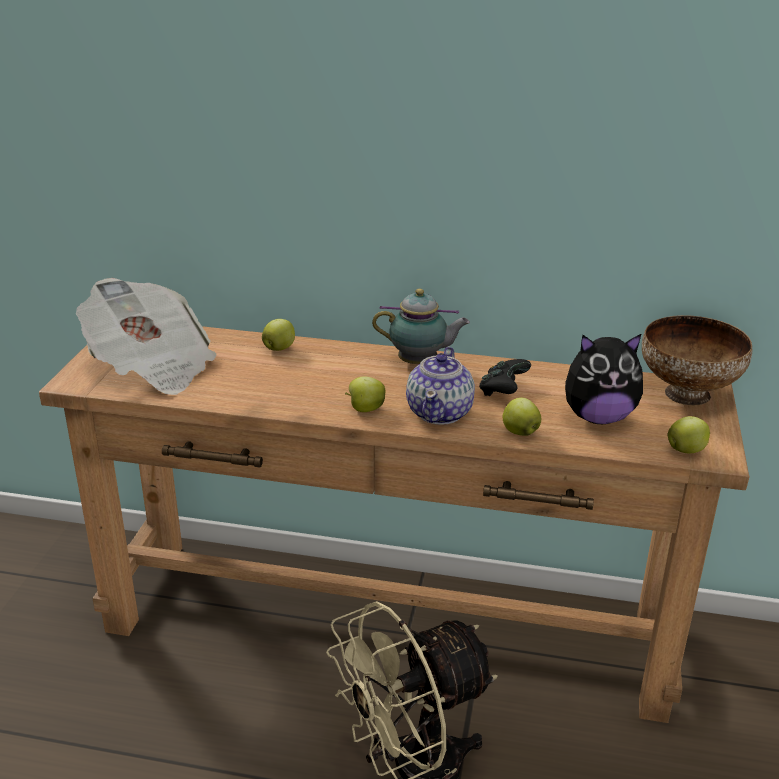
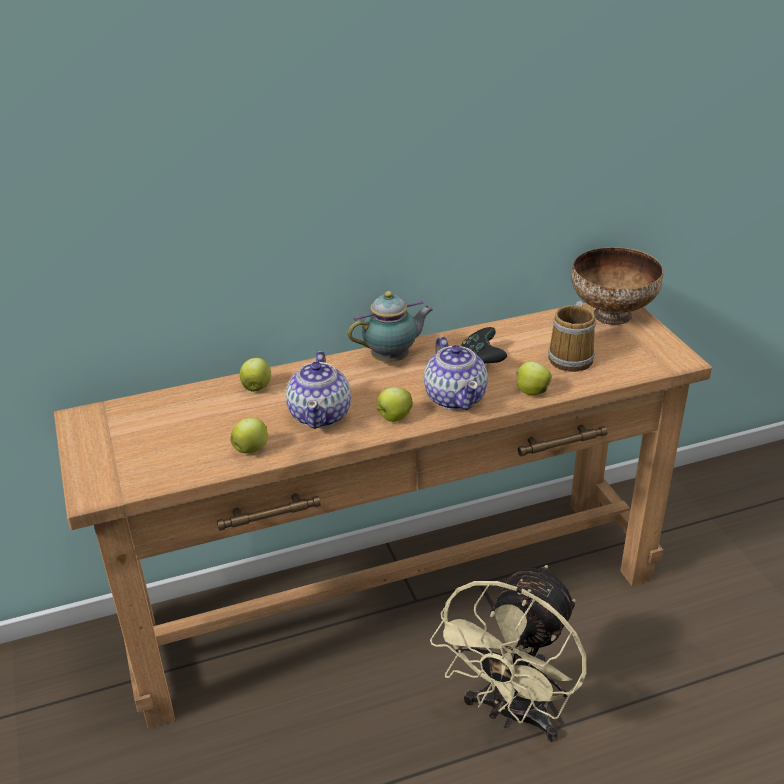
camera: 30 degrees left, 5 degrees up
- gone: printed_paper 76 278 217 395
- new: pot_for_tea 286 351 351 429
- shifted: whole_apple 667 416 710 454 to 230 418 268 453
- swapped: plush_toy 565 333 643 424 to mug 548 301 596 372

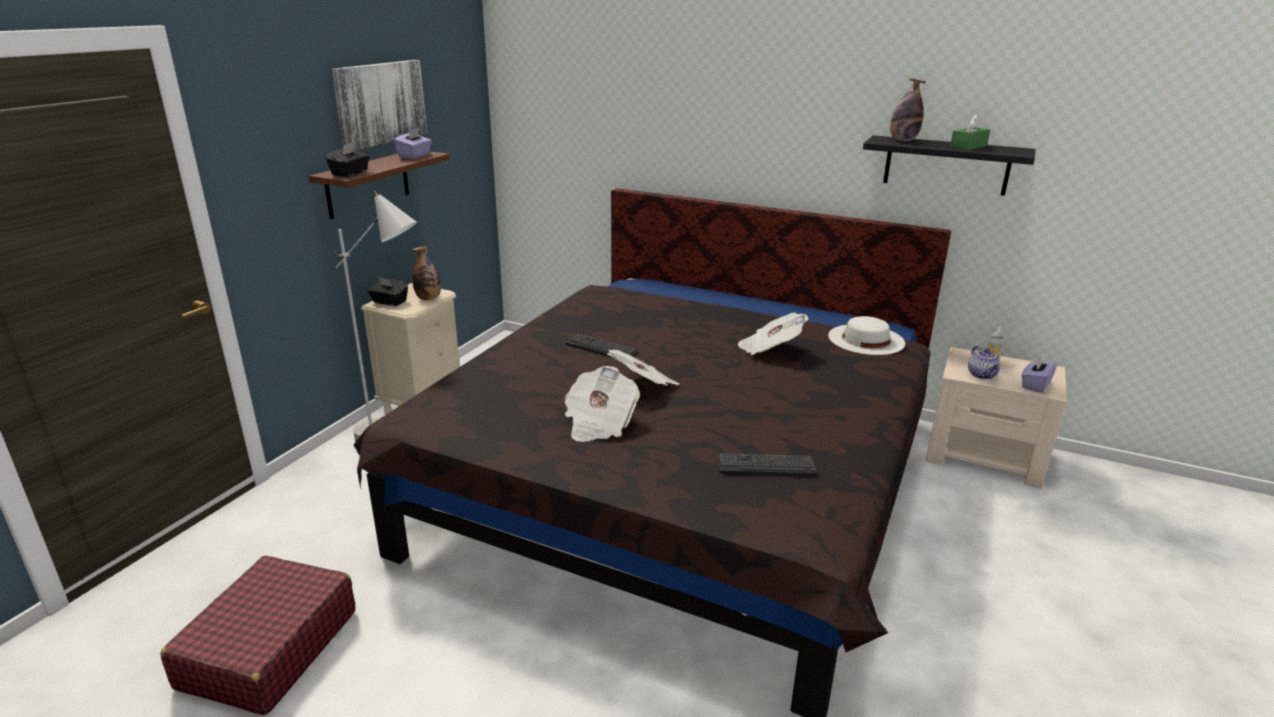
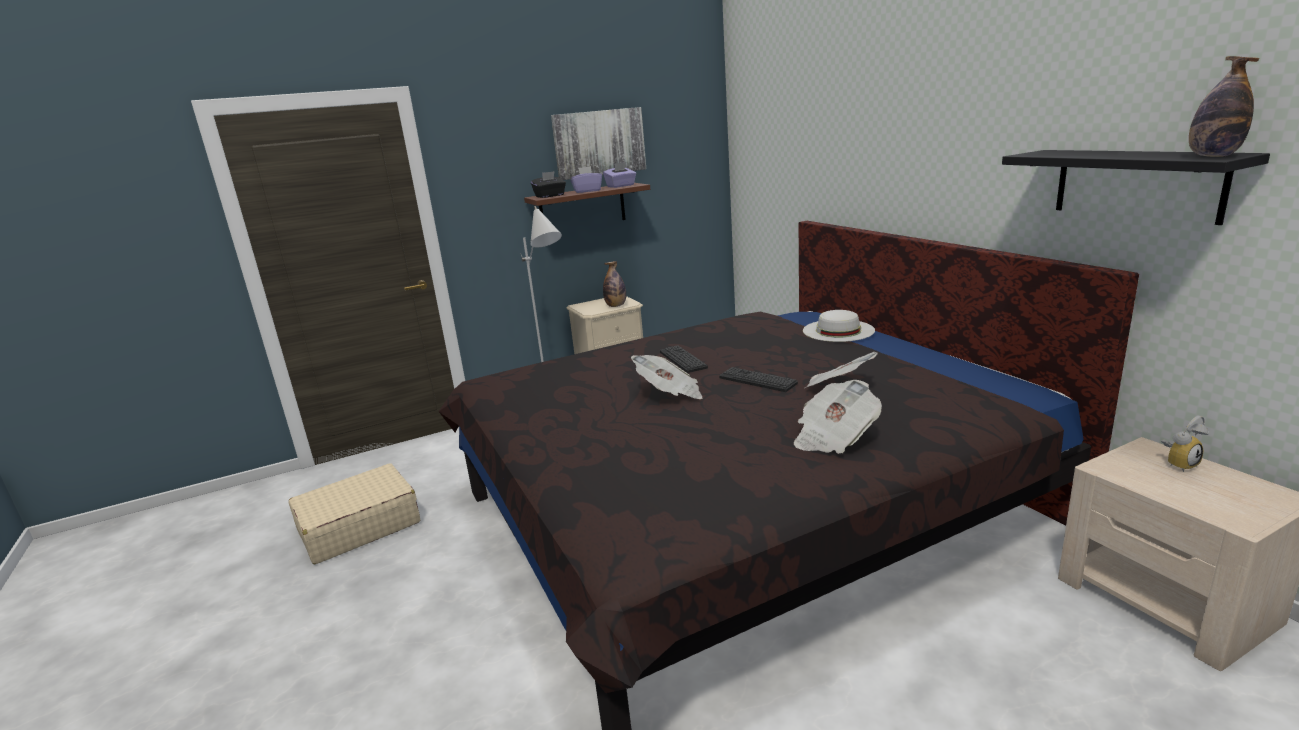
camera: 40 degrees right, 5 degrees down
- gone: black_box_of_tissues 368 277 408 306
- gone: green-coloured_box_of_tissues 950 113 990 150
- gone: pot_for_tea 968 346 1001 379
- shifted: printed_paper 564 366 640 442 to 794 380 882 454
- shifted: computer_keyboard 718 453 817 476 to 719 367 798 392
- shifted: whitish_wearable_hat 828 316 905 355 to 803 310 875 342
- shifted: drink_bottle 890 78 926 141 to 1189 56 1259 157
- shifted: purplish_box_of_tissues 1022 355 1057 393 to 571 166 602 193
- repainted: red-coloured_suitcase 160 555 355 715 to sand-coloured_suitcase 288 463 420 564

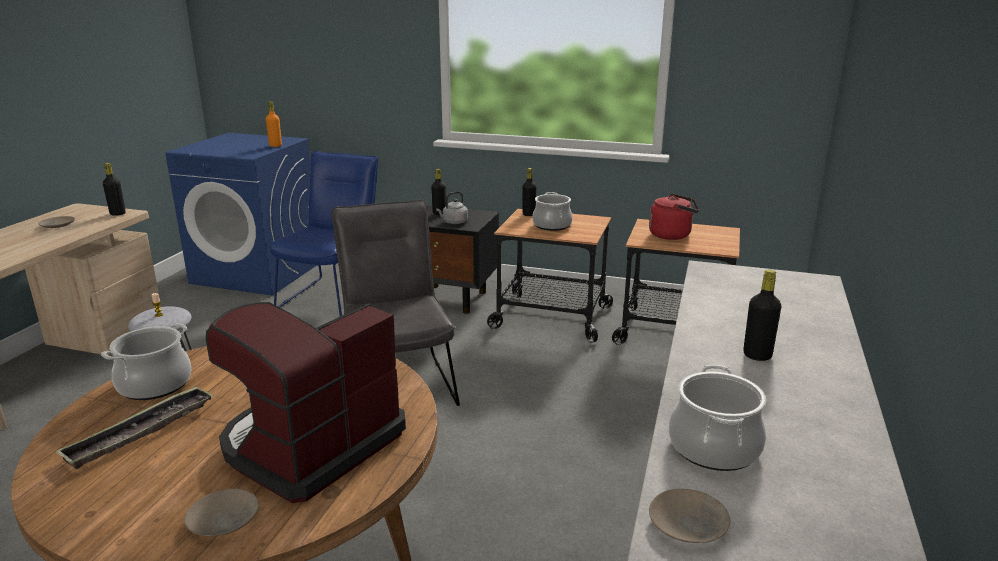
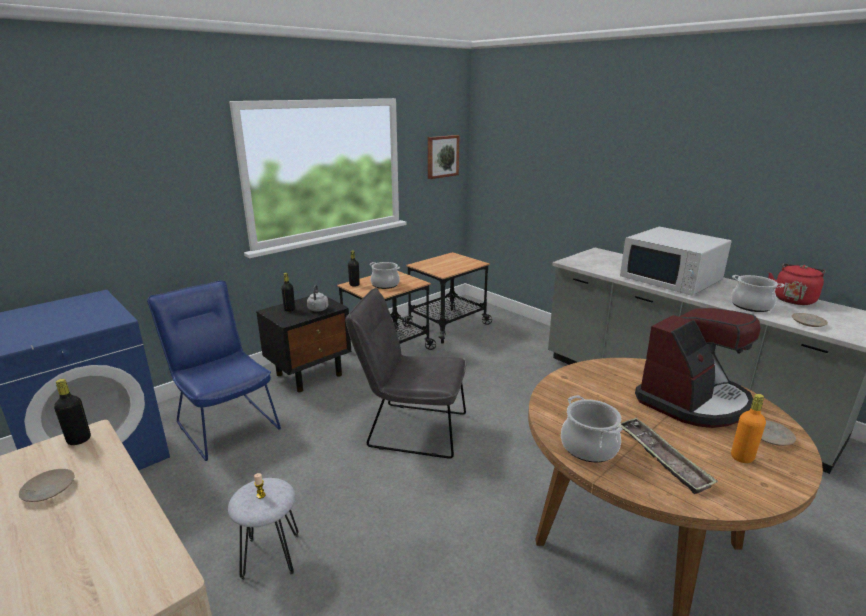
camera: 60 degrees left, 0 degrees up
- new: wall_picture 428 135 459 179
- shifted: orange-coloured_drink_bottle 266 102 282 147 to 731 394 766 463
- shifted: red-coloured_tea_kettle 649 193 699 240 to 768 263 826 305
- swapped: black_drink_bottle 743 270 781 361 to whitish_kitchen_microwave 620 227 732 296
- rotated: coffee_machine 206 302 406 503 = 635 308 761 428 105 degrees counterclockwise

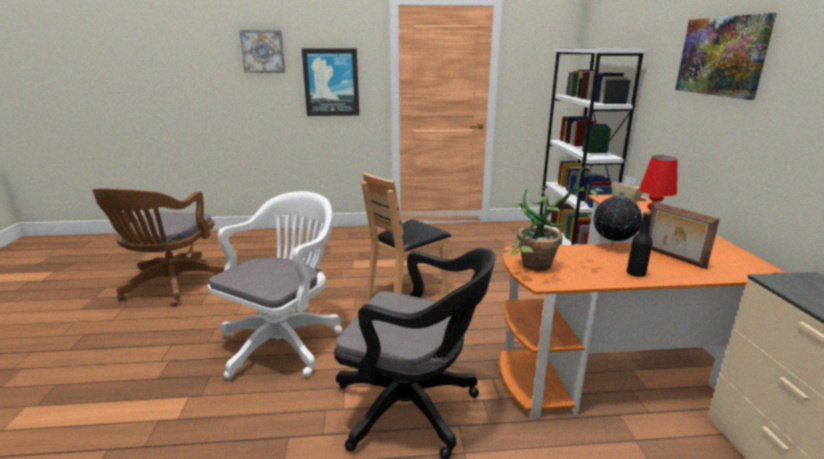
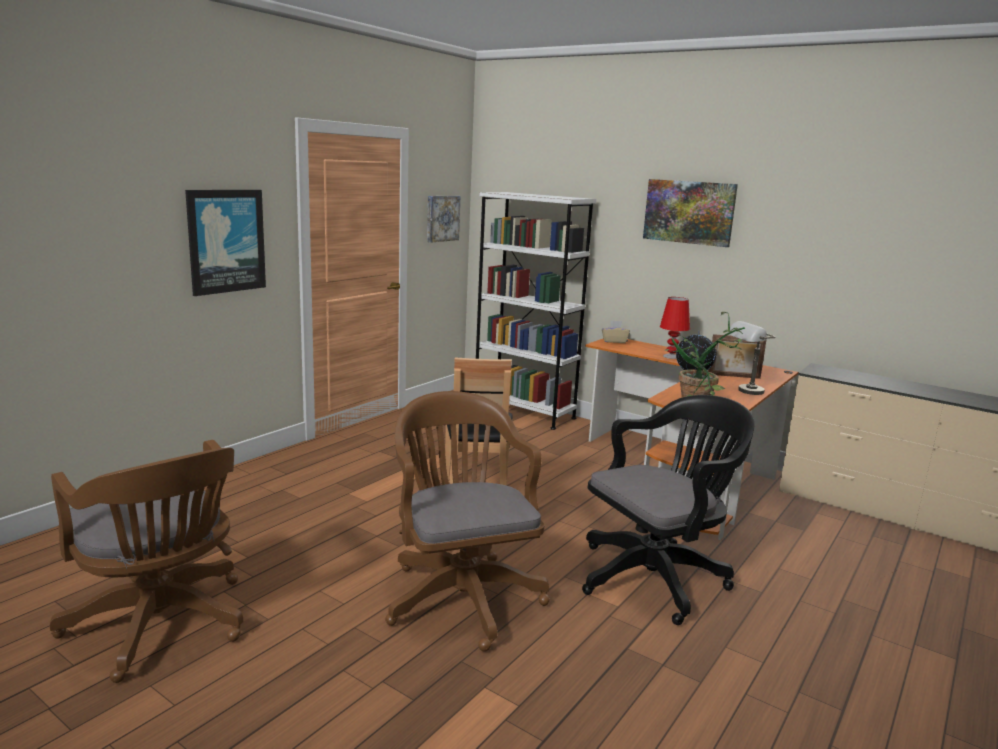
camera: 50 degrees left, 5 degrees down
- shifted: wall_picture 239 30 285 73 to 427 196 460 243
- swapped: black_drink_bottle 627 212 653 277 to greyish_tabletop_lamp 728 321 775 395
- repainted: whitish_computer_chair 208 191 343 379 to brown-coloured_computer_chair 385 391 550 652

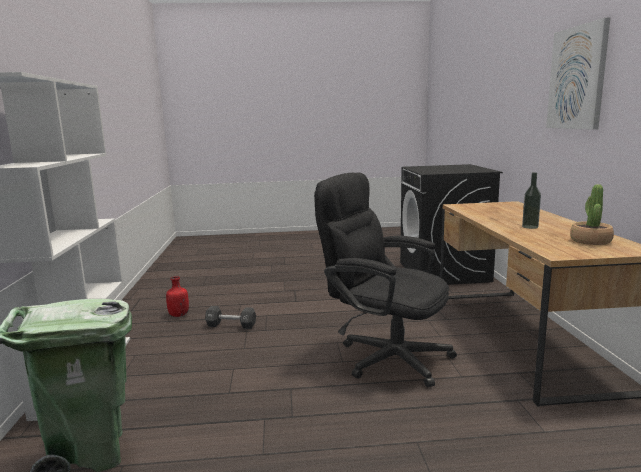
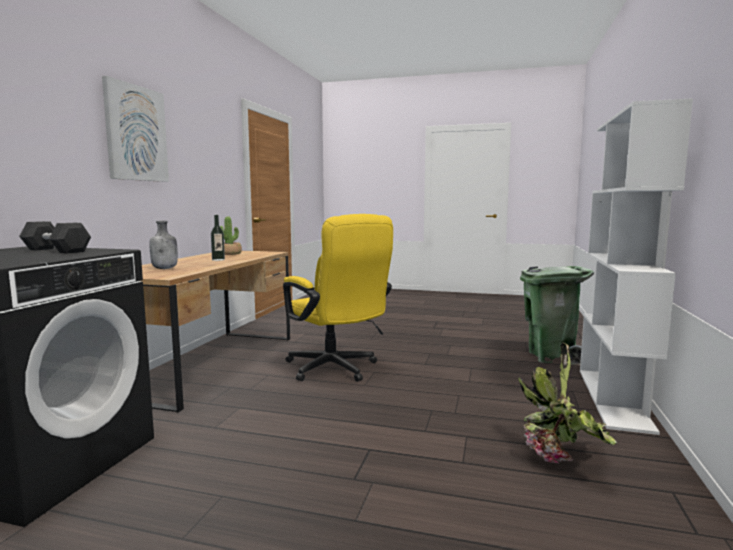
camera: 160 degrees left, 5 degrees down
- new: greyish_drink_bottle 150 221 178 269
- shifted: black_free_weight 205 306 256 329 to 19 221 91 254
- swapped: red-coloured_drink_bottle 166 276 189 317 to potted_plant 518 342 617 464
- repainted: black_computer_chair 314 172 457 387 to yellow_computer_chair 283 214 393 382

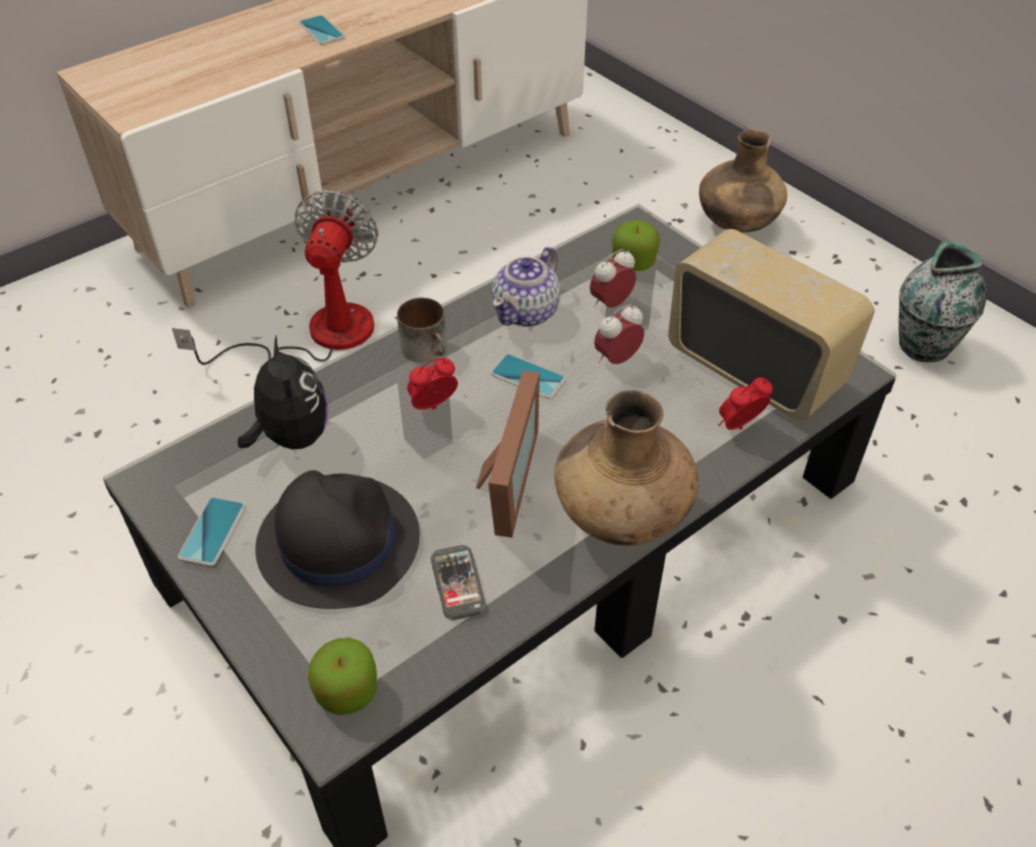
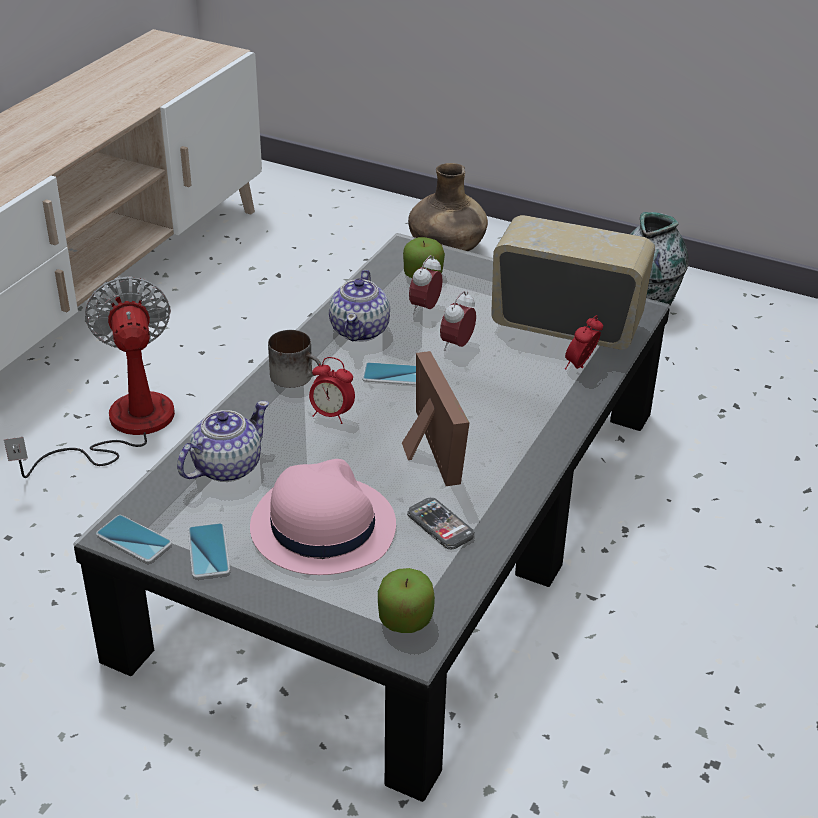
camera: 25 degrees left, 10 degrees down
- gone: brown-coloured_vase 554 390 698 546
- shifted: handset 299 15 345 44 to 96 515 172 563
- swapped: plush_toy 238 335 328 449 to pot_for_tea 177 401 269 482
- repainted: black_wearable_hat 255 470 420 609 to pink_wearable_hat 250 459 396 575
- rotated: alarm_clock 407 358 458 410 = 309 357 355 424 105 degrees counterclockwise

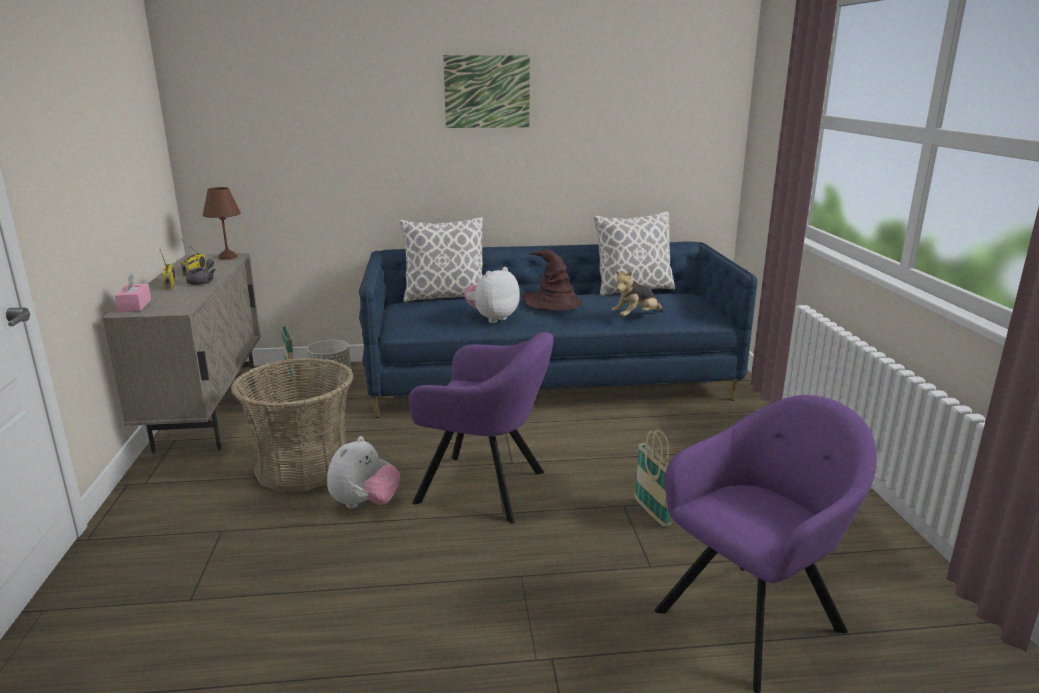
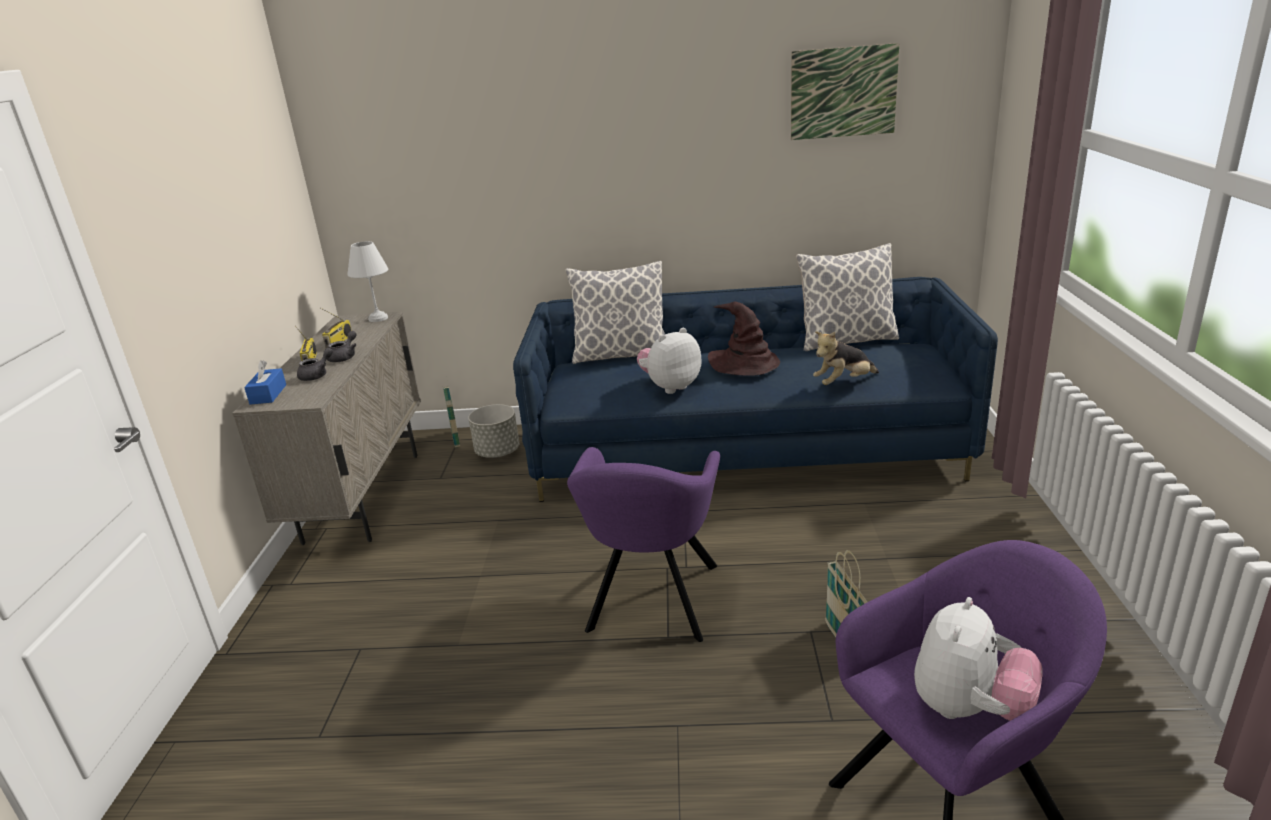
camera: 10 degrees right, 5 degrees up
- gone: basket 231 358 354 491
- new: greyish_pot_for_tea 297 348 333 381
- shifted: plush_toy 327 436 400 509 to 914 597 1042 721
- shifted: wall_picture 443 55 530 128 to 791 43 899 140
- repainted: pink_box_of_tissues 115 273 151 312 to bluish_box_of_tissues 244 360 286 405
- repainted: brown-coloured_tabletop_lamp 203 187 241 260 to whitish_tabletop_lamp 347 241 388 322
- rotated: purplish_easy_chair 408 332 553 523 = 567 447 720 642 75 degrees clockwise

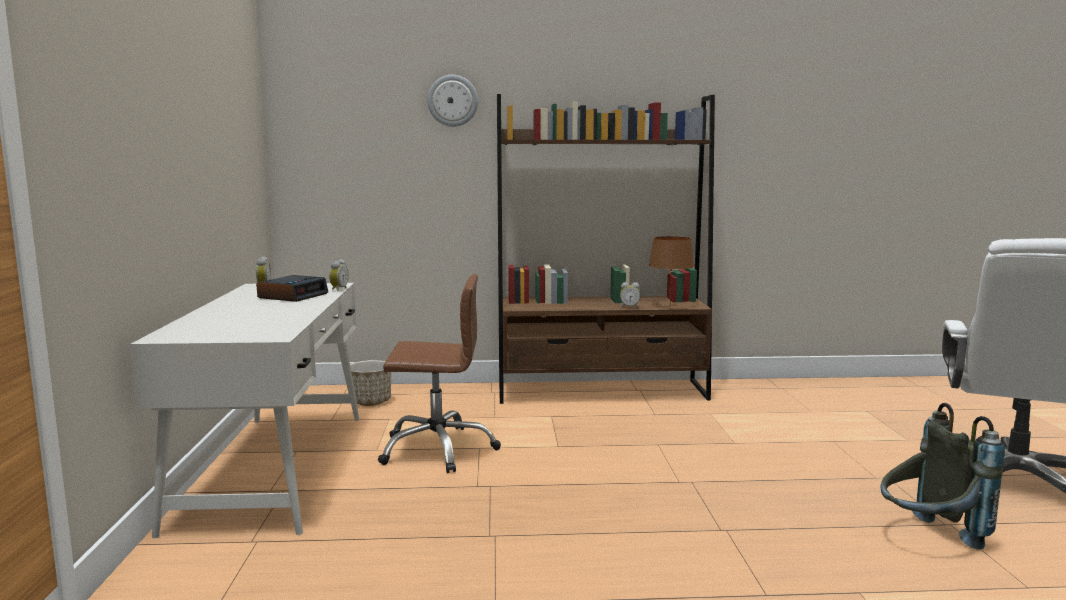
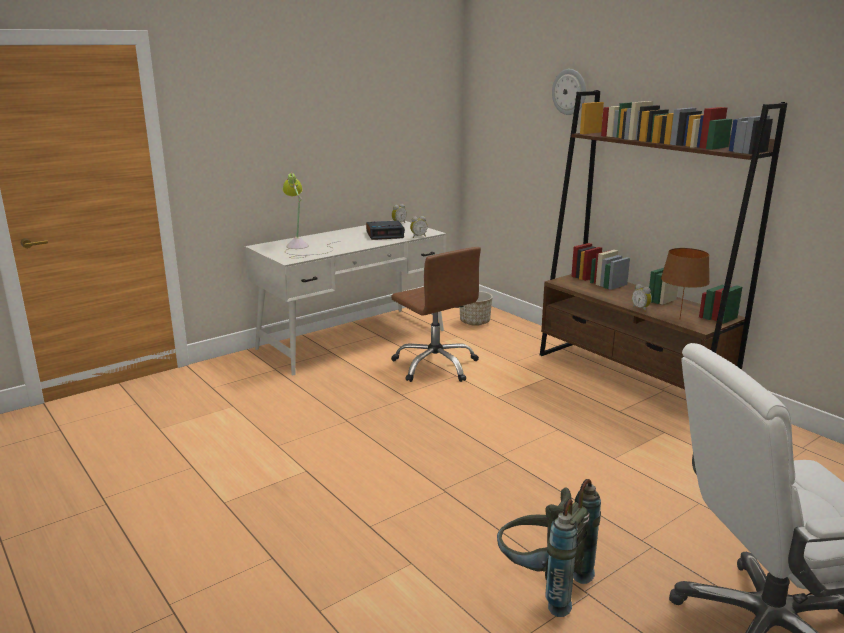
camera: 55 degrees right, 10 degrees up
- new: tabletop_lamp 283 172 339 258

